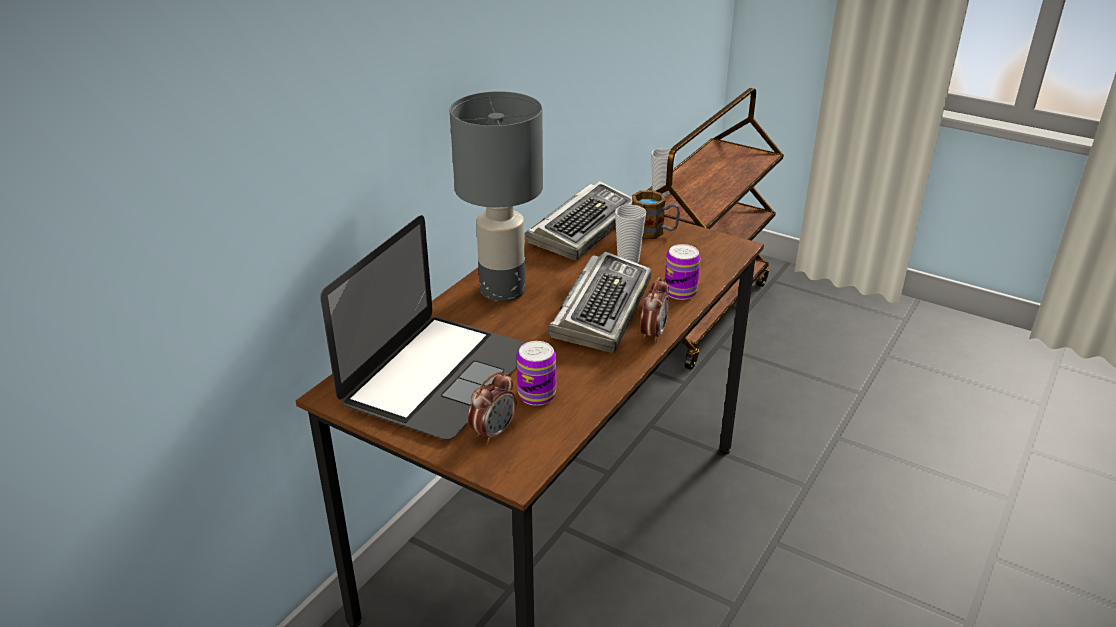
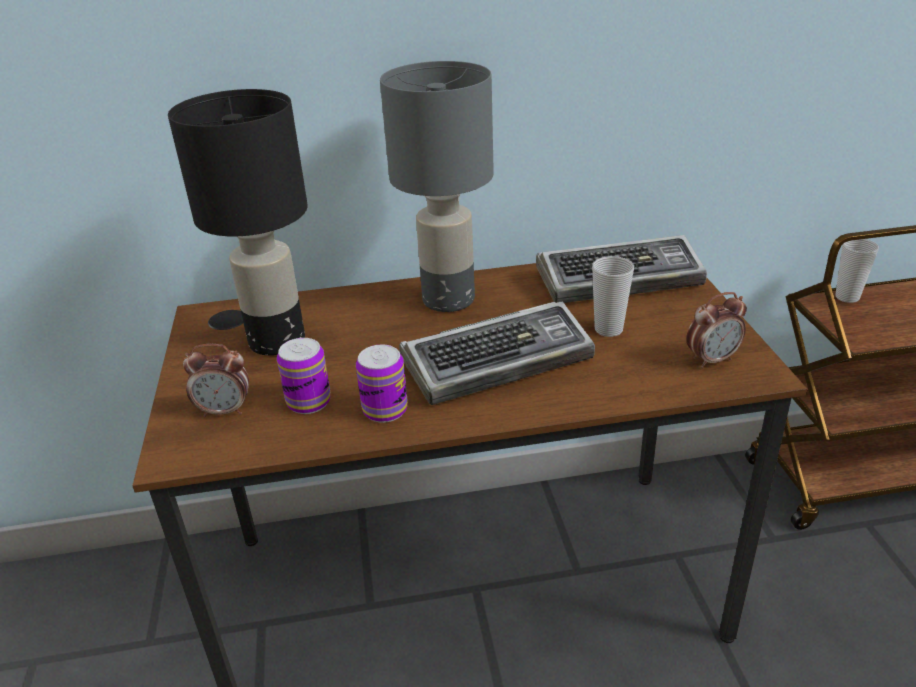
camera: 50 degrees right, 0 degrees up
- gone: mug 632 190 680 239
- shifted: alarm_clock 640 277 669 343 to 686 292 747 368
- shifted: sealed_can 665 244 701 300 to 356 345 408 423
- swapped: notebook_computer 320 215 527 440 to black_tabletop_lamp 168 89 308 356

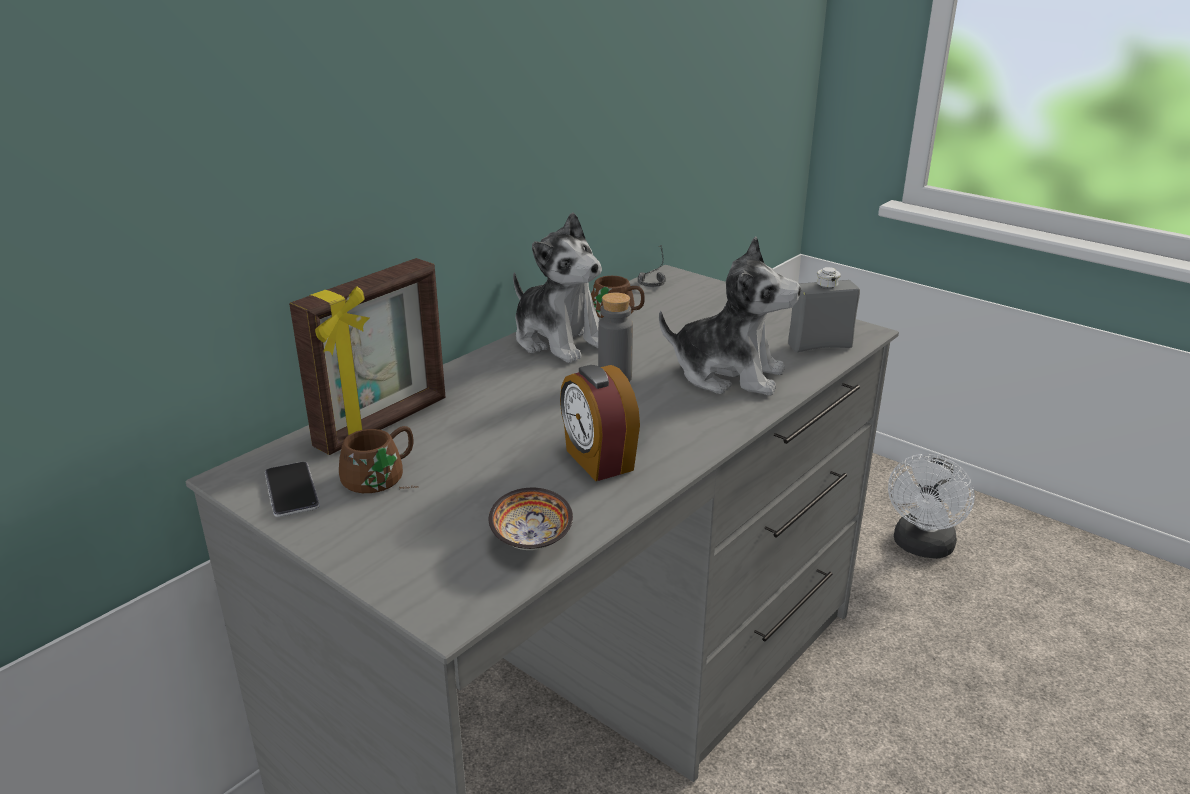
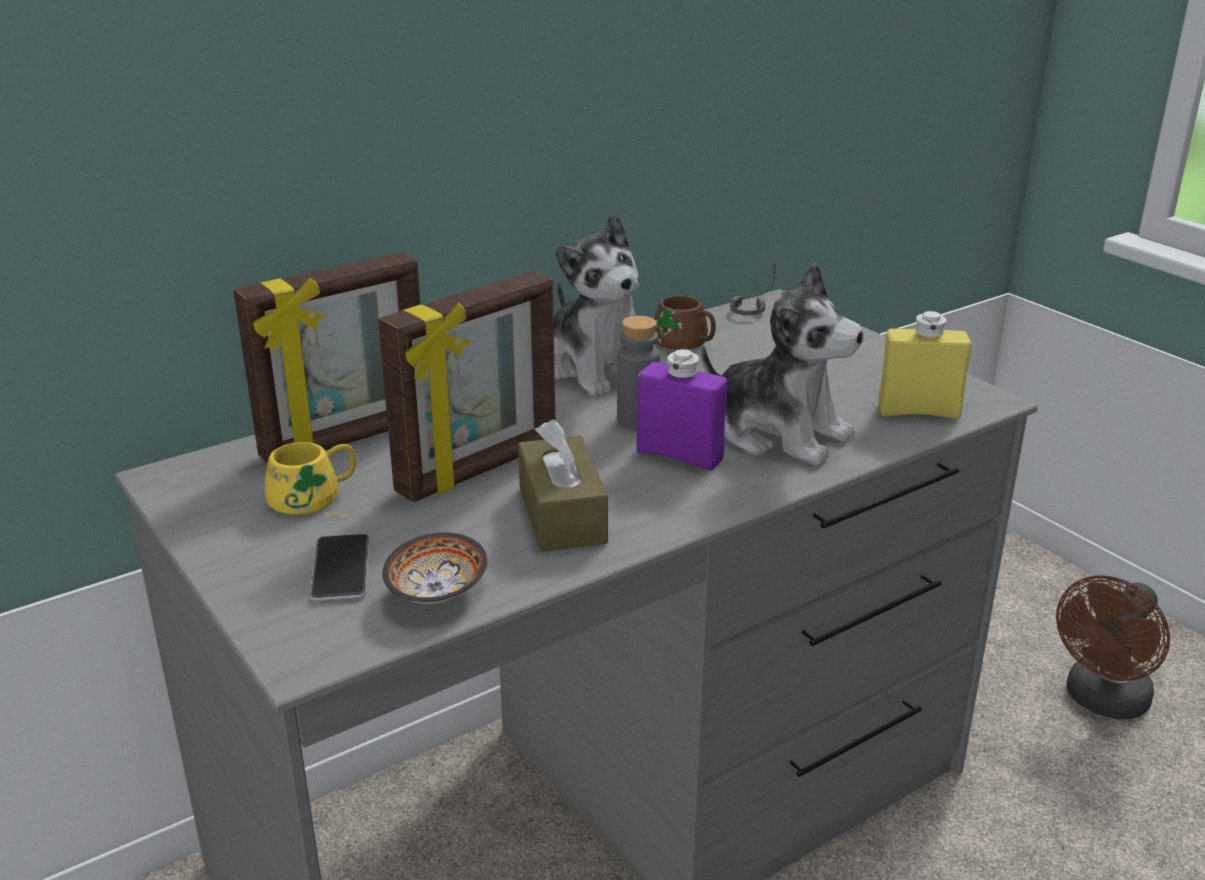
camera: 15 degrees right, 0 degrees up
- new: standing_frame 378 271 555 502
- new: purplish_drink_bottle 637 349 727 471
- shifted: handset 265 462 320 517 to 310 534 370 601
- swapped: alarm_clock 560 365 640 481 to brown-coloured_box_of_tissues 518 419 608 552
- repainted: brown-coloured_mug 339 426 419 493 to yellow_mug 265 442 356 516
- repainted: greyish_drink_bottle 788 267 860 352 to yellow_drink_bottle 878 311 971 419
- repainted: whitish_cooling_fan 888 454 975 559 to brown-coloured_cooling_fan 1056 575 1170 720

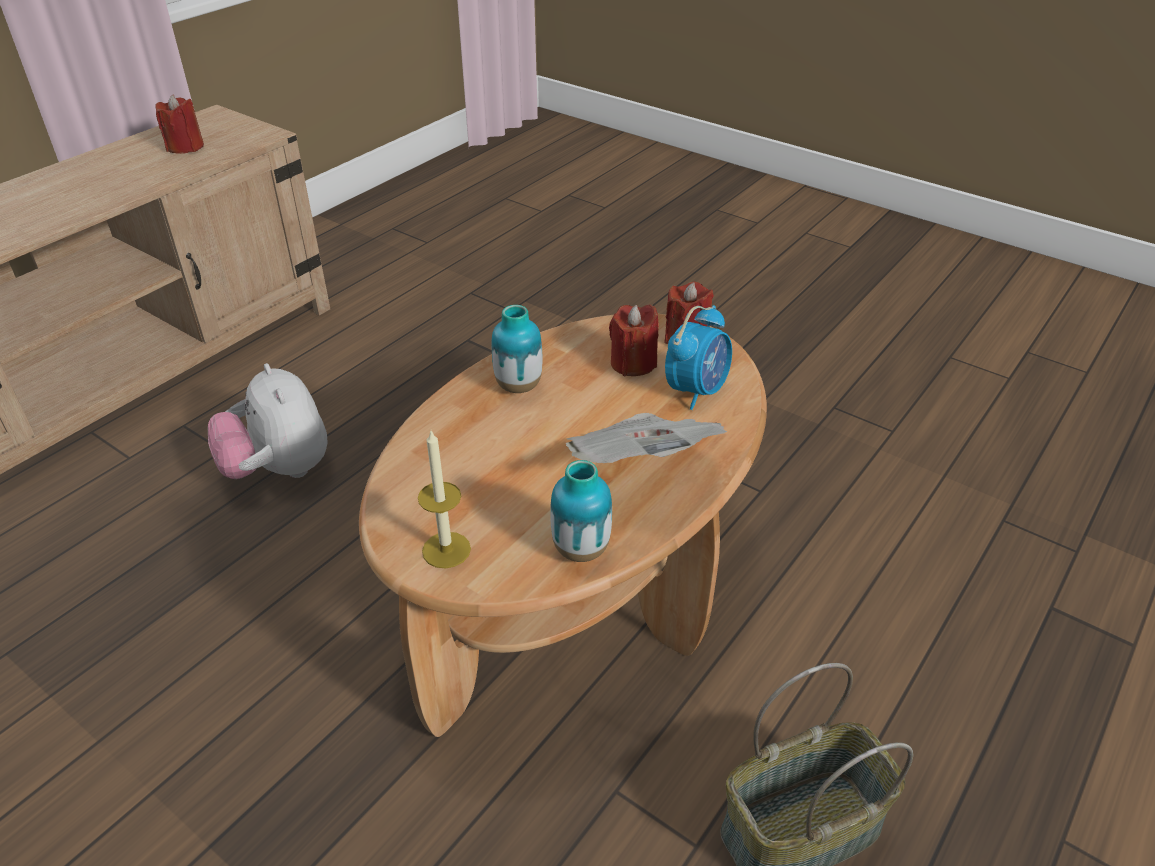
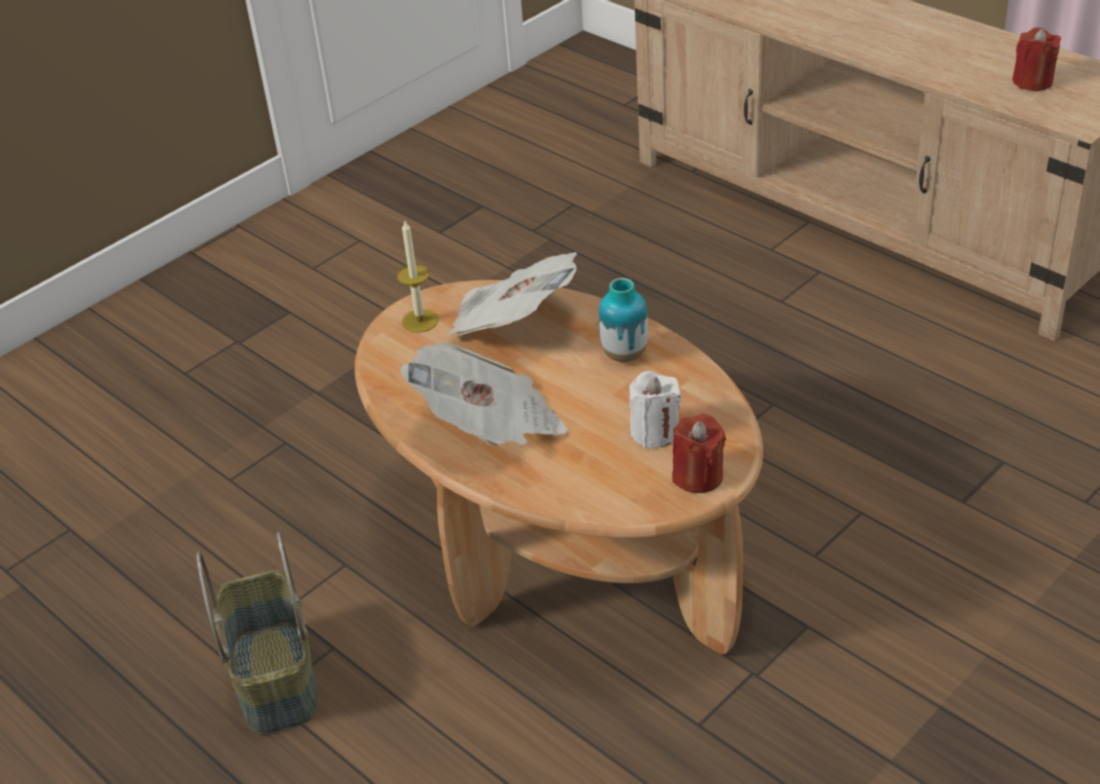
camera: 100 degrees right, 0 degrees up
- gone: plush_toy 208 363 328 479
- gone: vase 550 460 612 562
- gone: alarm_clock 665 305 732 410
- new: printed_paper 447 252 577 335
- repainted: red-coloured_wax_candle 609 304 659 376 to whitish_wax_candle 629 371 681 448

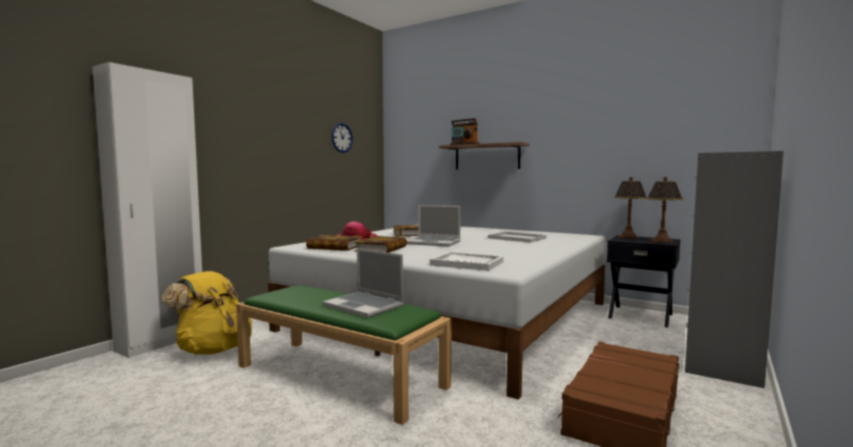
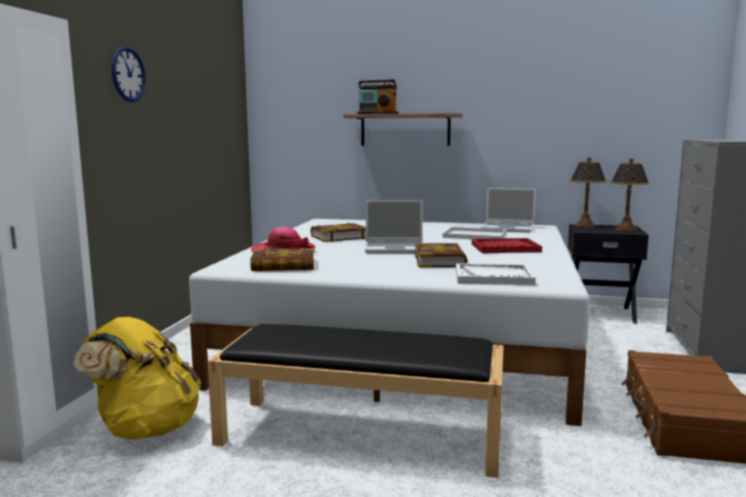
camera: 20 degrees left, 5 degrees up
- new: red-coloured_carrying_tray 472 238 542 253
- shifted: notebook_computer 323 248 404 318 to 481 187 536 233
- shifted: wall_clock 332 123 353 153 to 112 47 145 102
- shifted: volume 354 236 407 253 to 415 243 468 267
- repainted: green-coloured_long_seat 236 285 452 425 to black_long_seat 207 324 504 478

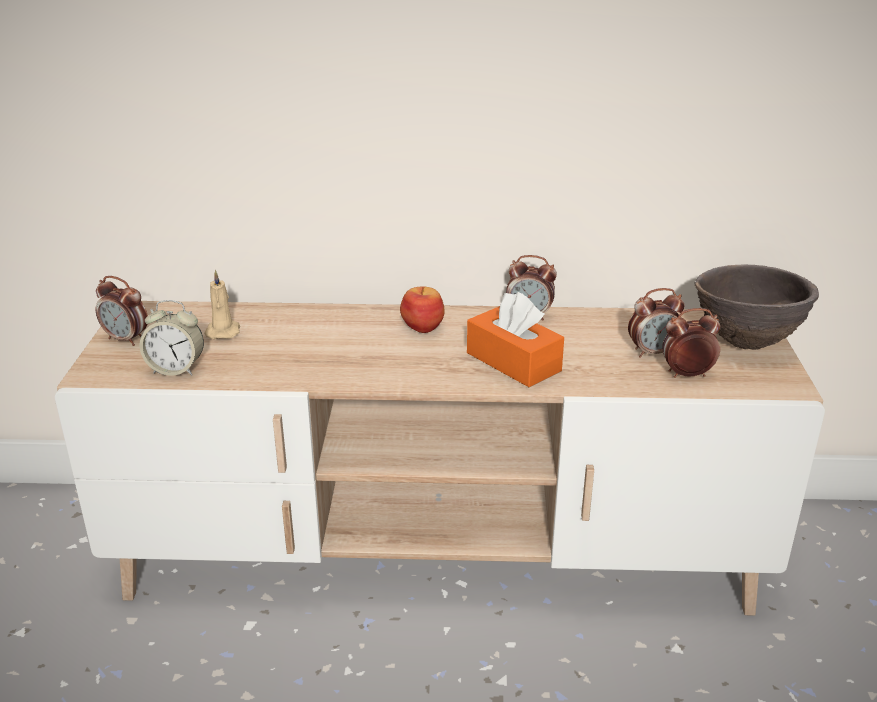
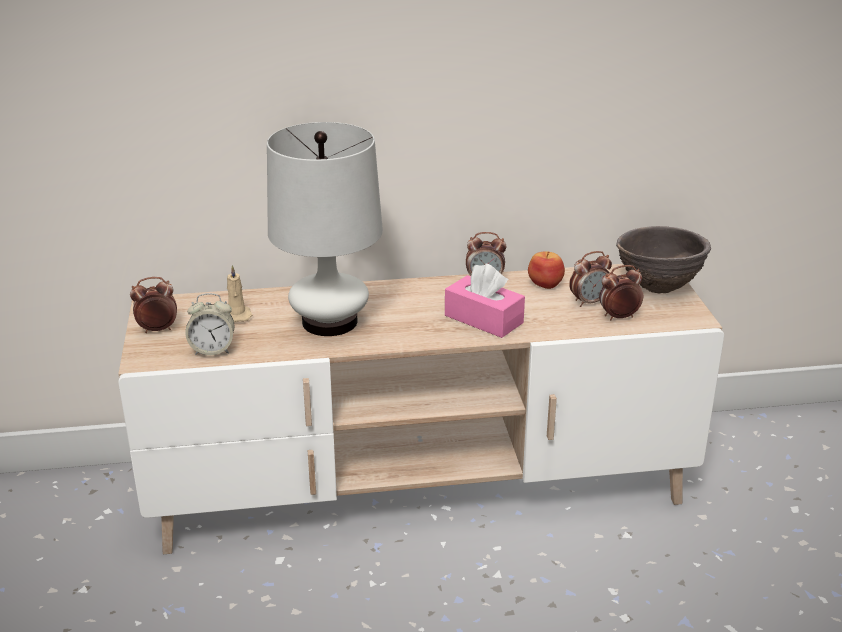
camera: 10 degrees left, 0 degrees up
- new: whitish_tabletop_lamp 267 122 383 336
- shifted: whole_apple 400 286 445 333 to 528 251 565 289
- repainted: orange-coloured_box_of_tissues 467 292 564 387 to pink_box_of_tissues 445 264 525 338
- rotated: alarm_clock 96 276 148 346 = 130 277 177 333 150 degrees clockwise

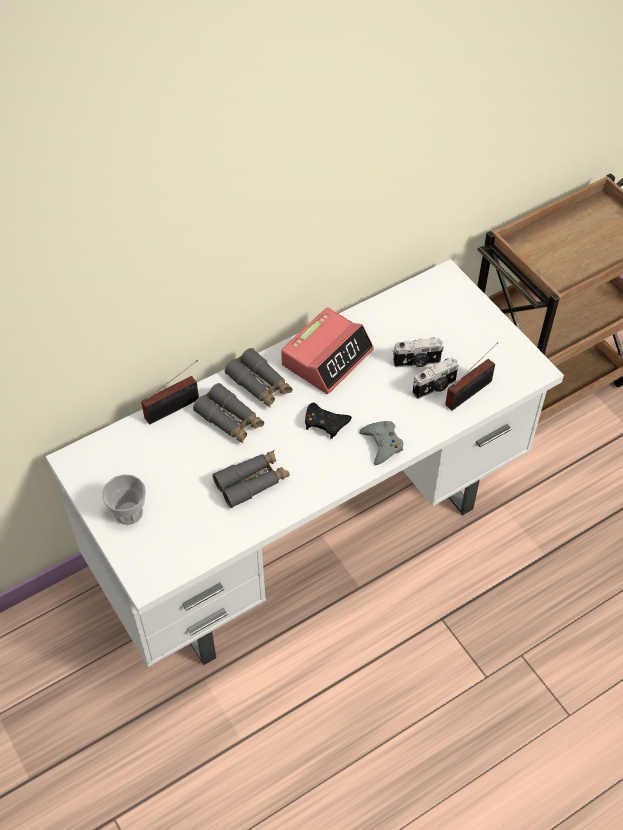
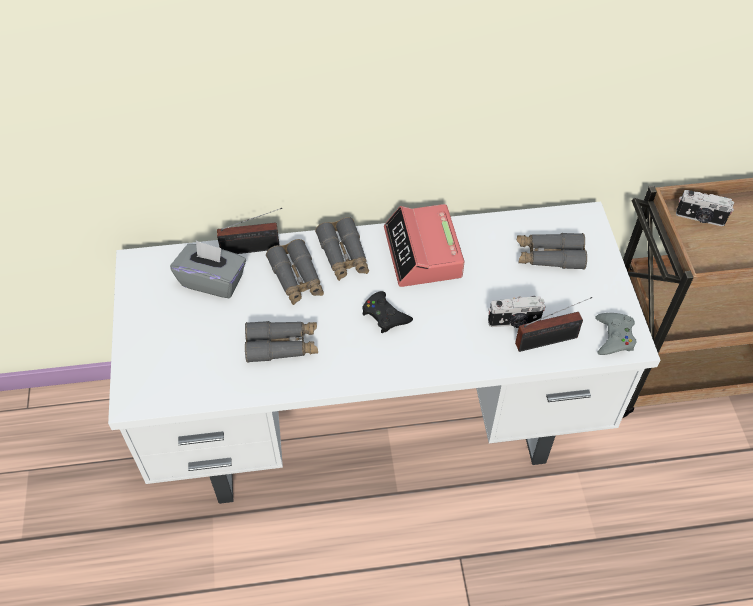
camera: 25 degrees right, 0 degrees up
- gone: cup 102 474 146 525
- new: greyish_box_of_tissues 170 240 246 298
- new: greyish_field_glasses 517 233 587 270
- shifted: greyish_game_controller 359 421 403 465 to 595 313 636 355
- shifted: photo_camera 393 338 444 367 to 676 190 734 226
- rotated: alarm_clock 281 307 374 394 = 384 204 464 287 105 degrees clockwise

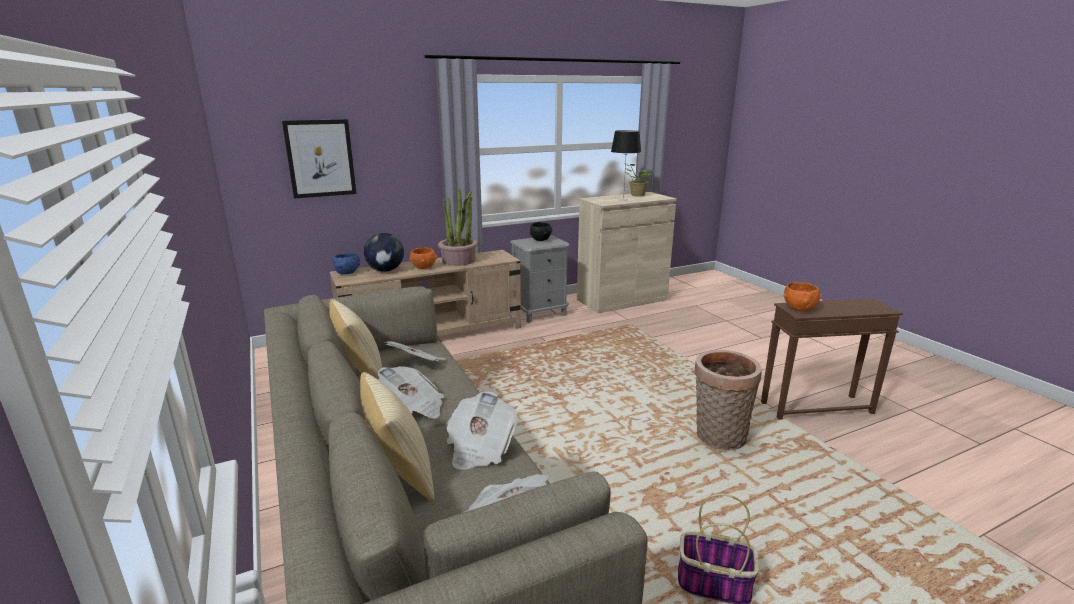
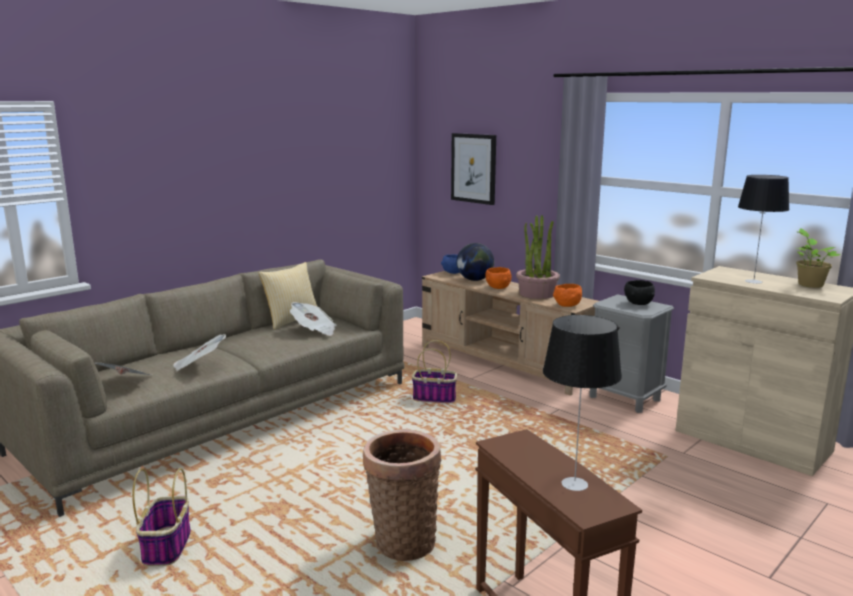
camera: 70 degrees right, 5 degrees down
- gone: throw_pillow 360 372 435 502
- gone: printed_paper 378 366 444 419
- new: basket 412 340 457 403
- new: tabletop_lamp 543 315 622 491
- shifted: orange-coloured_serving_bowl 783 282 822 311 to 553 284 582 307

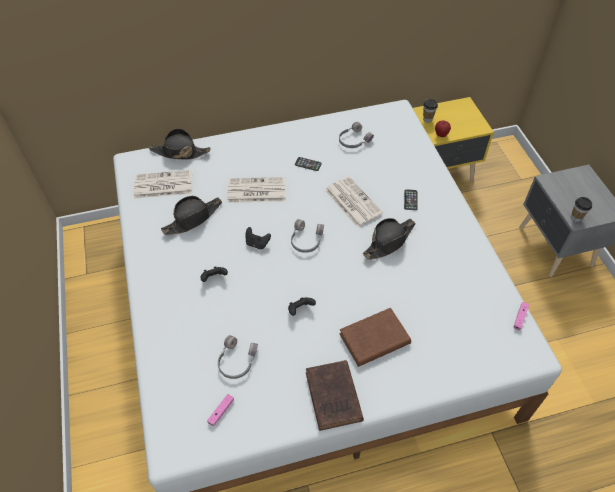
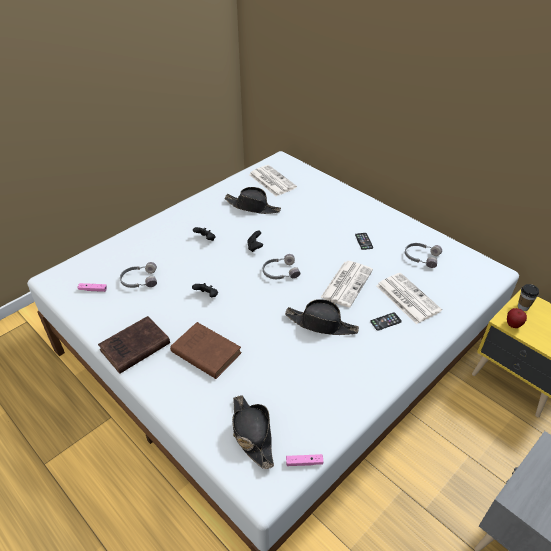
camera: 60 degrees right, 10 degrees down
- gone: cup 571 197 592 222
- shifted: black_wearable_hat 149 128 210 159 to 232 395 274 469
- shifted: printed_paper 227 177 285 203 to 376 273 442 324

